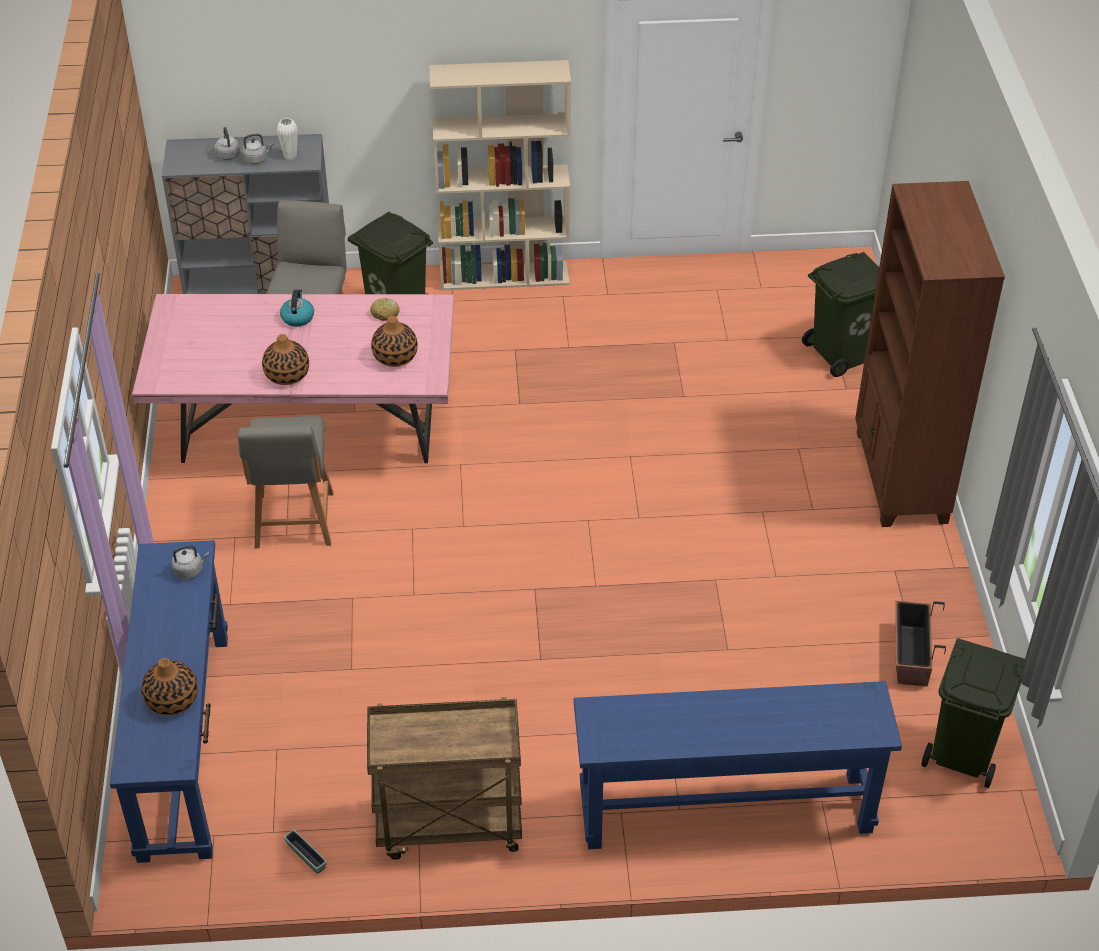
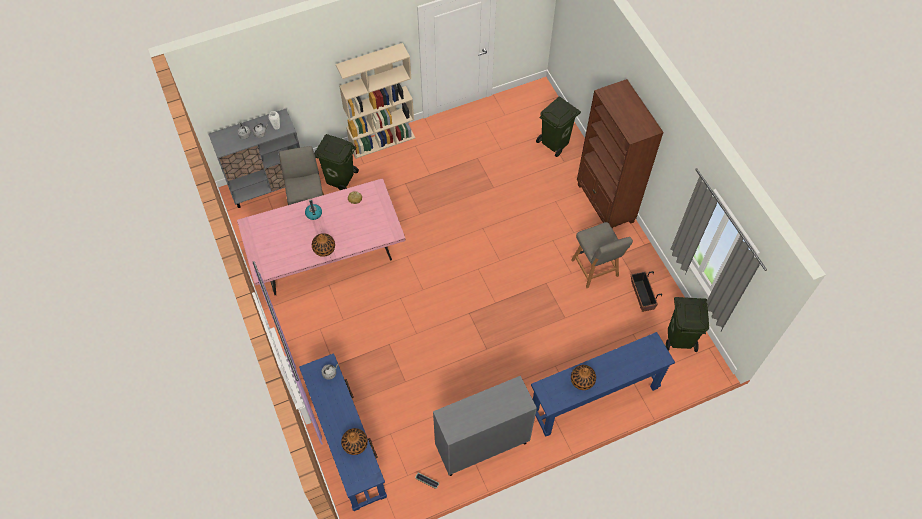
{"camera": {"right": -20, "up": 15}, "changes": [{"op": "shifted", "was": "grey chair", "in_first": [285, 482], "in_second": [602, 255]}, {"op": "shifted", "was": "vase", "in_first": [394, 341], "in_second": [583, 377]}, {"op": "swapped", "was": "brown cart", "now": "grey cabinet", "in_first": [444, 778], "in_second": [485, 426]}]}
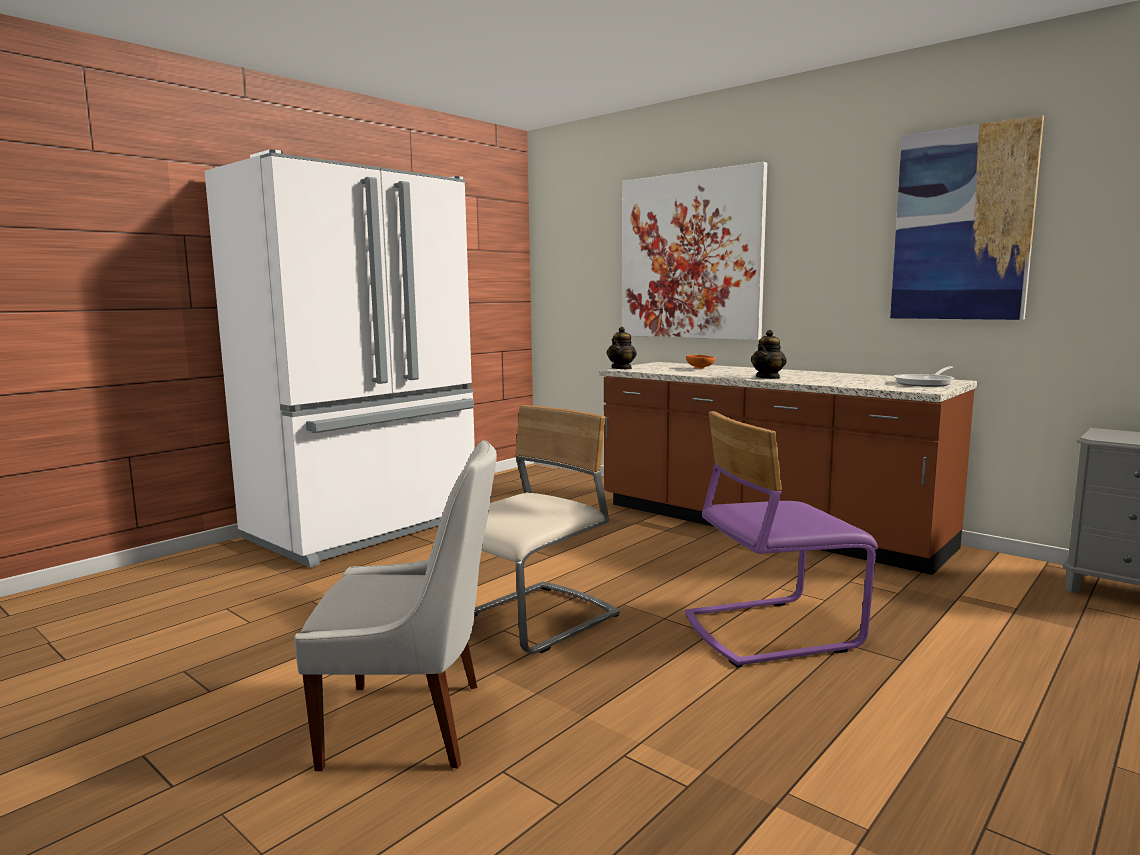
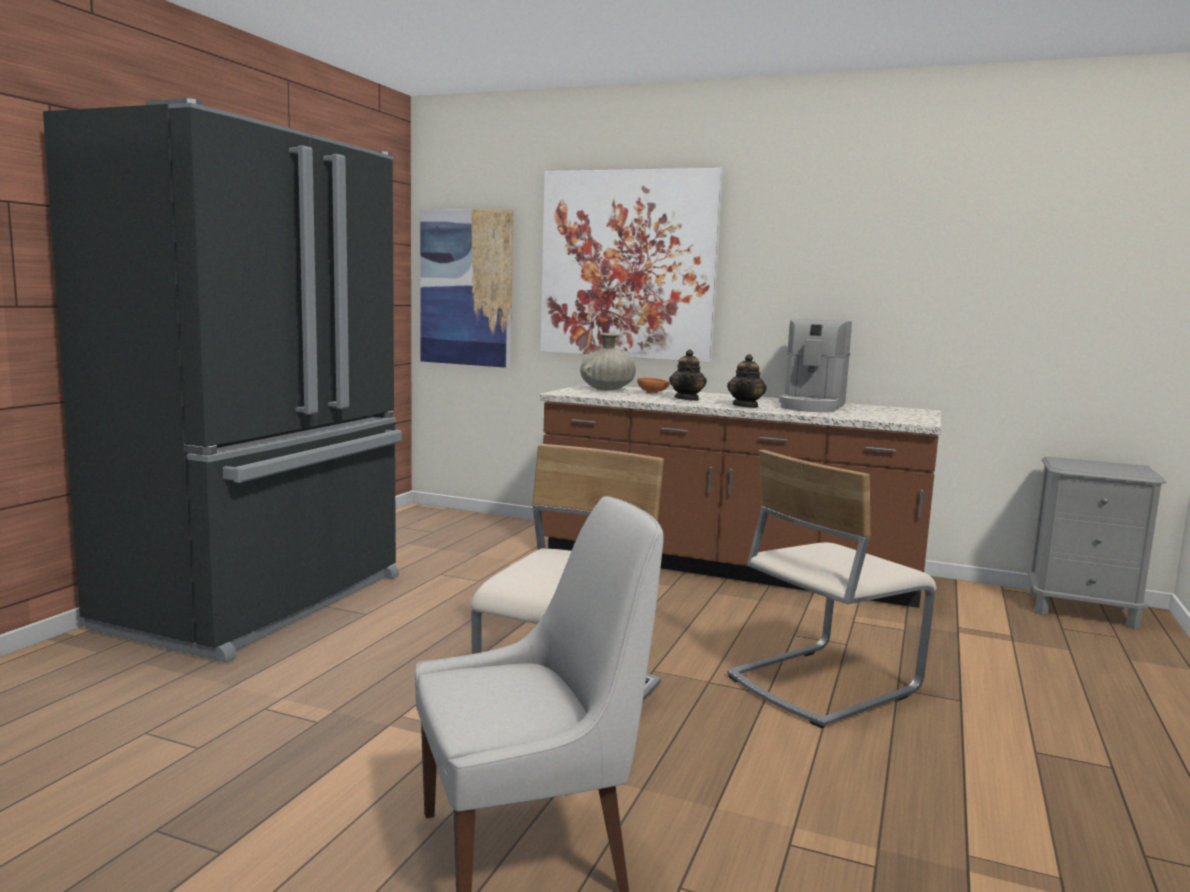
{"camera": {"right": -20, "up": 0}, "changes": [{"op": "gone", "was": "frying pan", "in_first": [924, 376]}, {"op": "new", "now": "beige vase", "in_second": [608, 361]}, {"op": "new", "now": "coffee machine", "in_second": [815, 365]}, {"op": "shifted", "was": "teapot", "in_first": [622, 348], "in_second": [688, 375]}, {"op": "shifted", "was": "picture", "in_first": [967, 217], "in_second": [467, 288]}, {"op": "repainted", "was": "white fridge", "now": "black fridge", "in_first": [340, 358], "in_second": [222, 380]}, {"op": "repainted", "was": "purple chair", "now": "beige chair", "in_first": [781, 539], "in_second": [831, 589]}]}
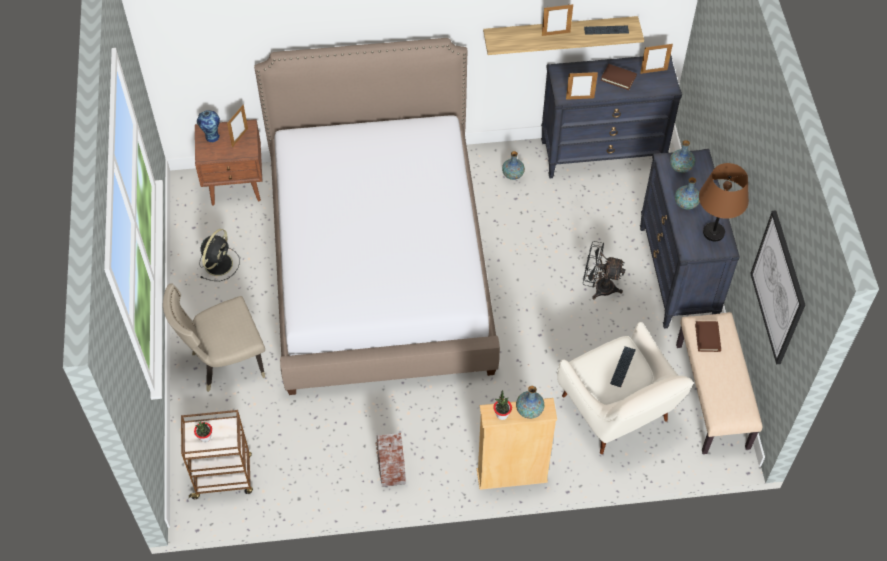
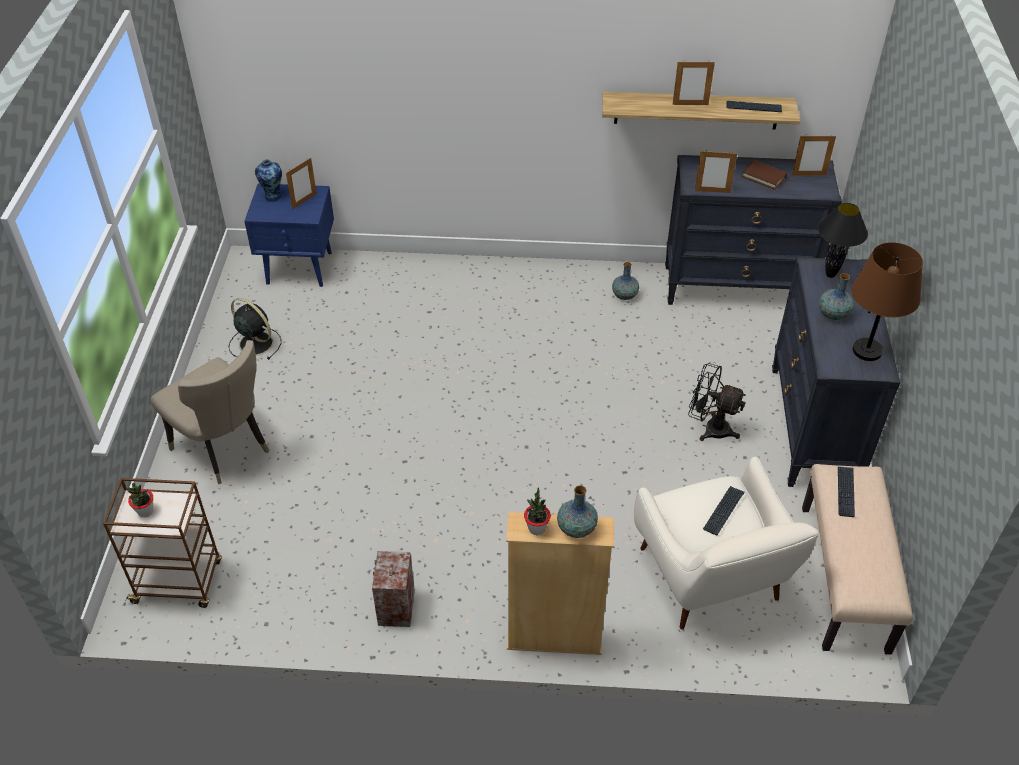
{"camera": {"right": 10, "up": -10}, "changes": [{"op": "gone", "was": "bed", "in_first": [377, 216]}, {"op": "gone", "was": "picture", "in_first": [777, 287]}, {"op": "swapped", "was": "vase", "now": "black table lamp", "in_first": [682, 156], "in_second": [843, 240]}, {"op": "swapped", "was": "brown book", "now": "keyboard", "in_first": [708, 336], "in_second": [846, 492]}, {"op": "repainted", "was": "brown nightstand", "now": "blue nightstand", "in_first": [229, 162], "in_second": [289, 235]}, {"op": "rotated", "was": "beige chair", "in_first": [214, 337], "in_second": [210, 412], "clockwise": -120}, {"op": "rotated", "was": "black fan", "in_first": [219, 255], "in_second": [255, 329], "clockwise": -90}]}
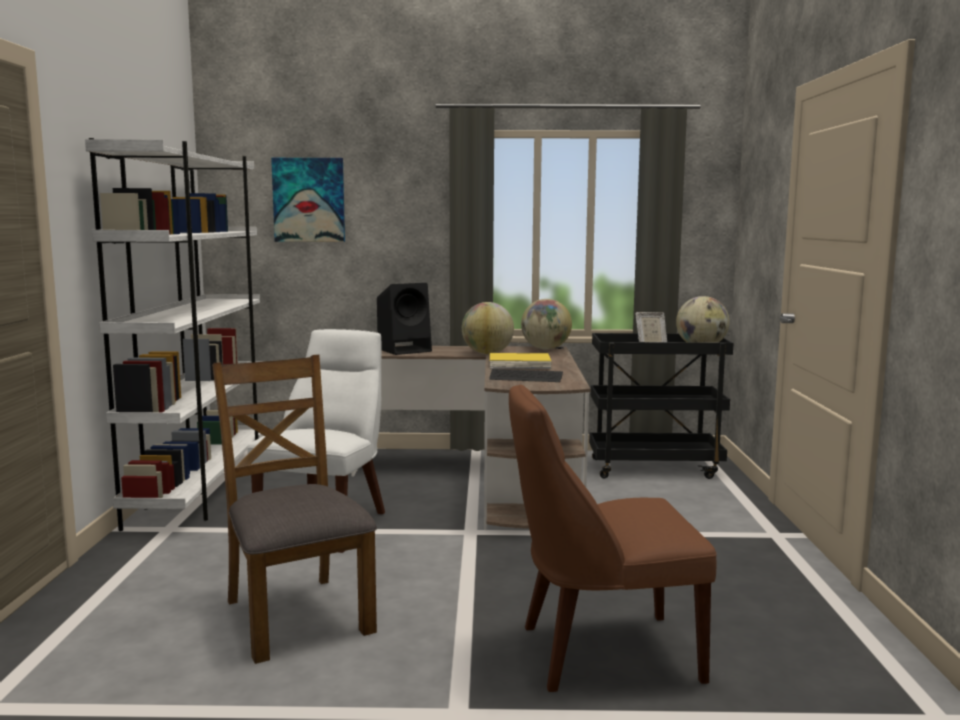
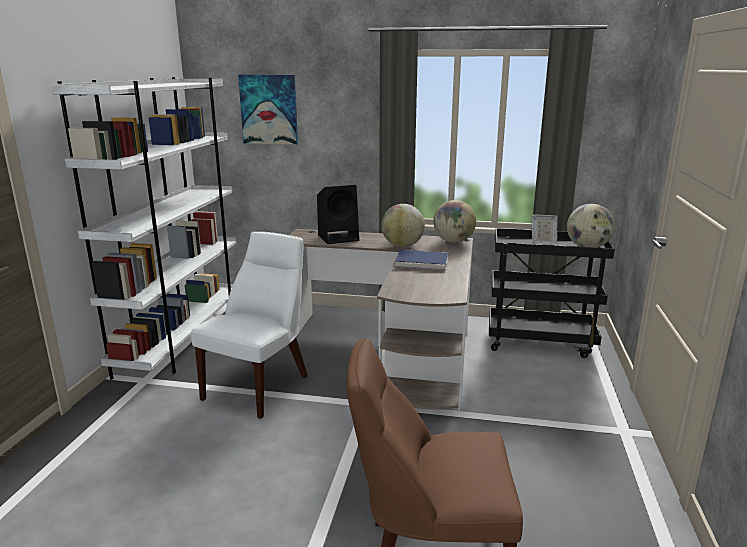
{"camera": {"right": 10, "up": 10}, "changes": [{"op": "gone", "was": "brown chair", "in_first": [294, 509]}, {"op": "gone", "was": "keyboard", "in_first": [526, 375]}, {"op": "repainted", "was": "yellow book", "now": "blue book", "in_first": [520, 361], "in_second": [421, 260]}]}
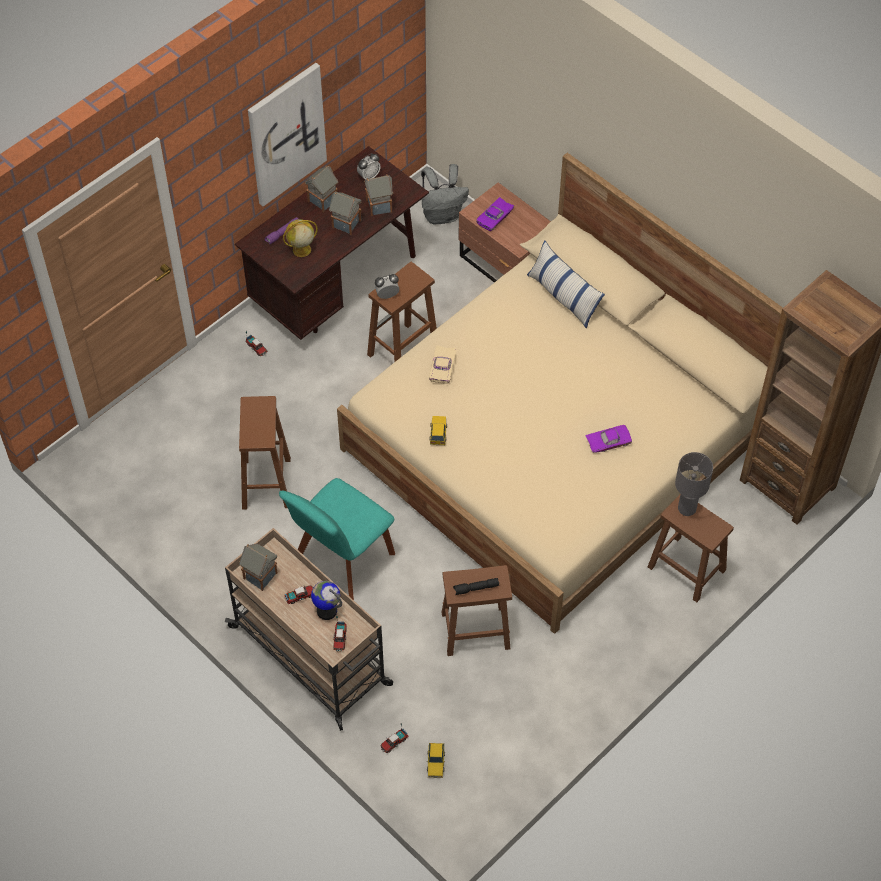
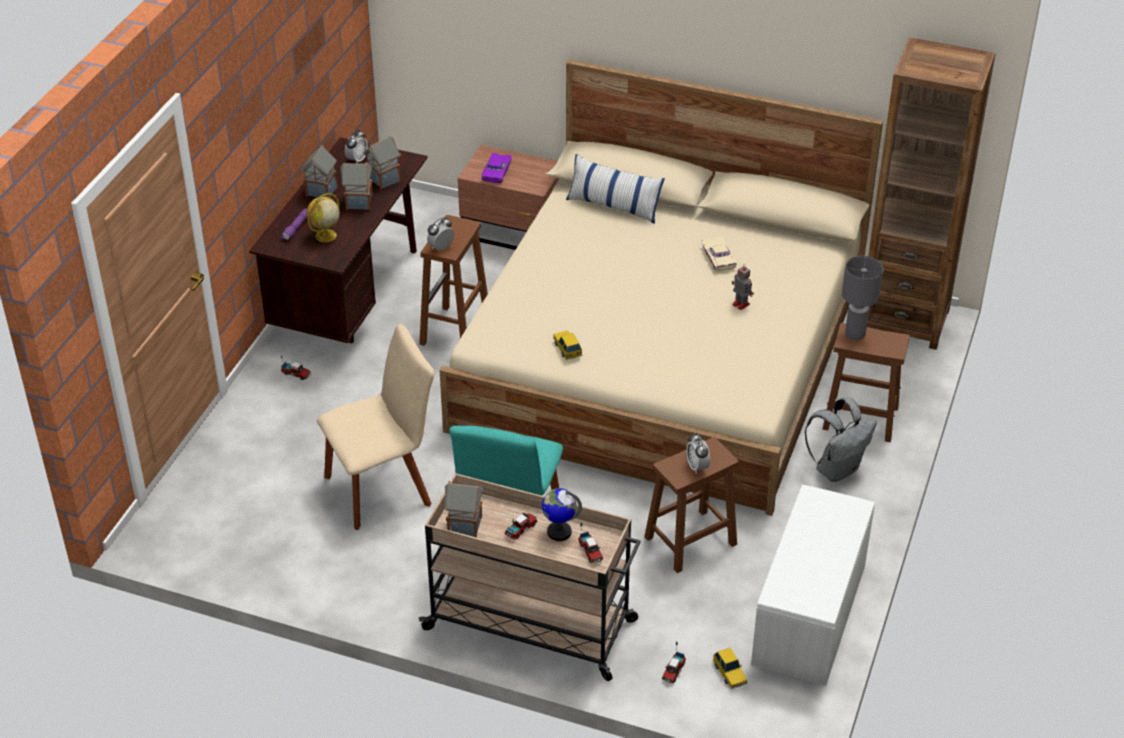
{"camera": {"right": -25, "up": -15}, "changes": [{"op": "gone", "was": "picture", "in_first": [287, 134]}, {"op": "new", "now": "white bench", "in_second": [813, 585]}, {"op": "shifted", "was": "grey backpack", "in_first": [445, 194], "in_second": [841, 439]}, {"op": "shifted", "was": "beige toy car", "in_first": [442, 364], "in_second": [719, 254]}, {"op": "swapped", "was": "brown stool", "now": "beige chair", "in_first": [265, 453], "in_second": [375, 427]}, {"op": "swapped", "was": "black flashlight", "now": "alarm clock", "in_first": [476, 586], "in_second": [698, 453]}, {"op": "swapped", "was": "purple toy car", "now": "toy robot", "in_first": [608, 439], "in_second": [743, 287]}]}
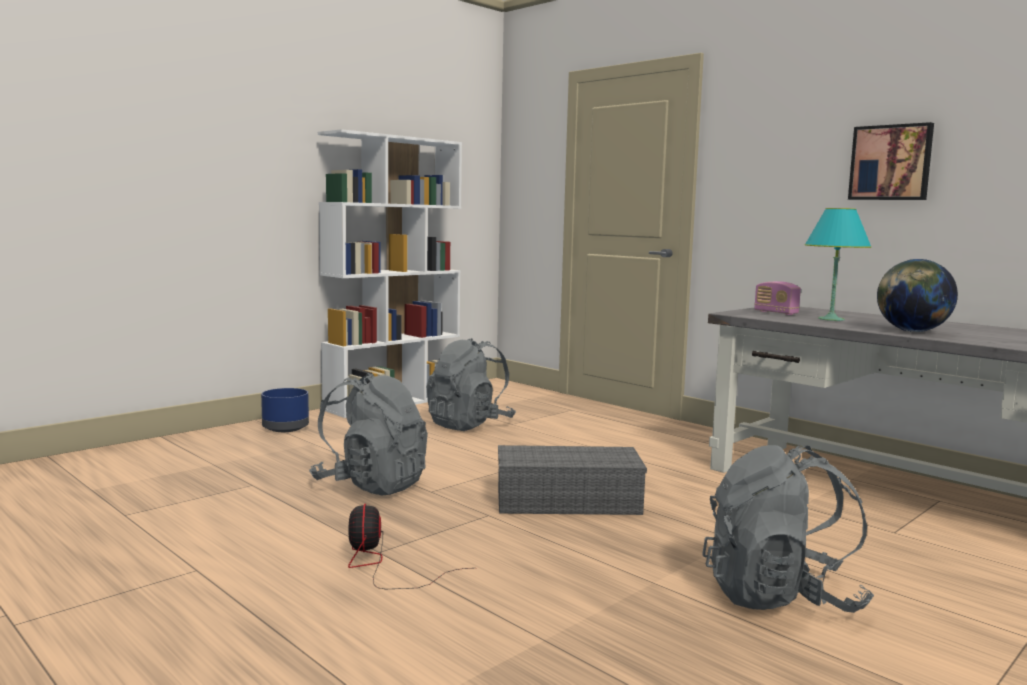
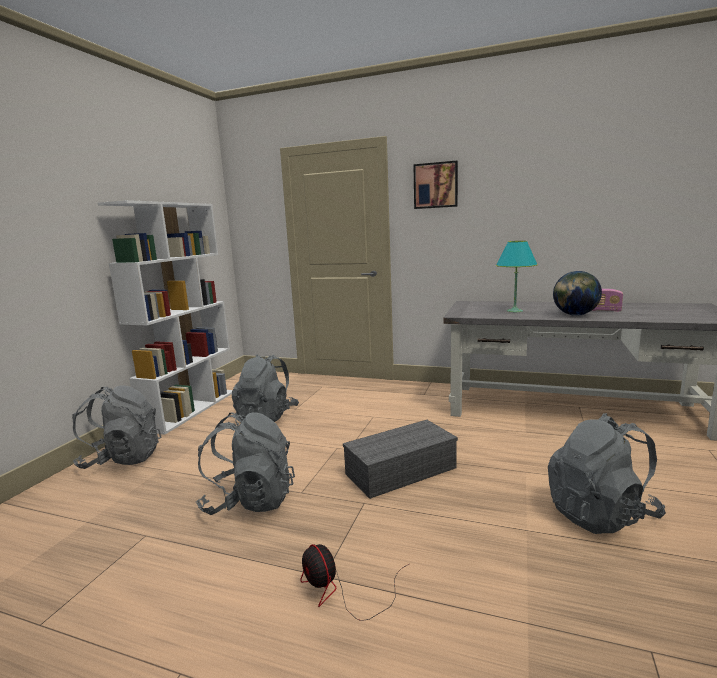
{"camera": {"right": -25, "up": 5}, "changes": [{"op": "shifted", "was": "radio", "in_first": [777, 298], "in_second": [607, 300]}, {"op": "shifted", "was": "picture", "in_first": [891, 161], "in_second": [435, 185]}, {"op": "swapped", "was": "blue planter", "now": "grey backpack", "in_first": [285, 410], "in_second": [116, 427]}]}
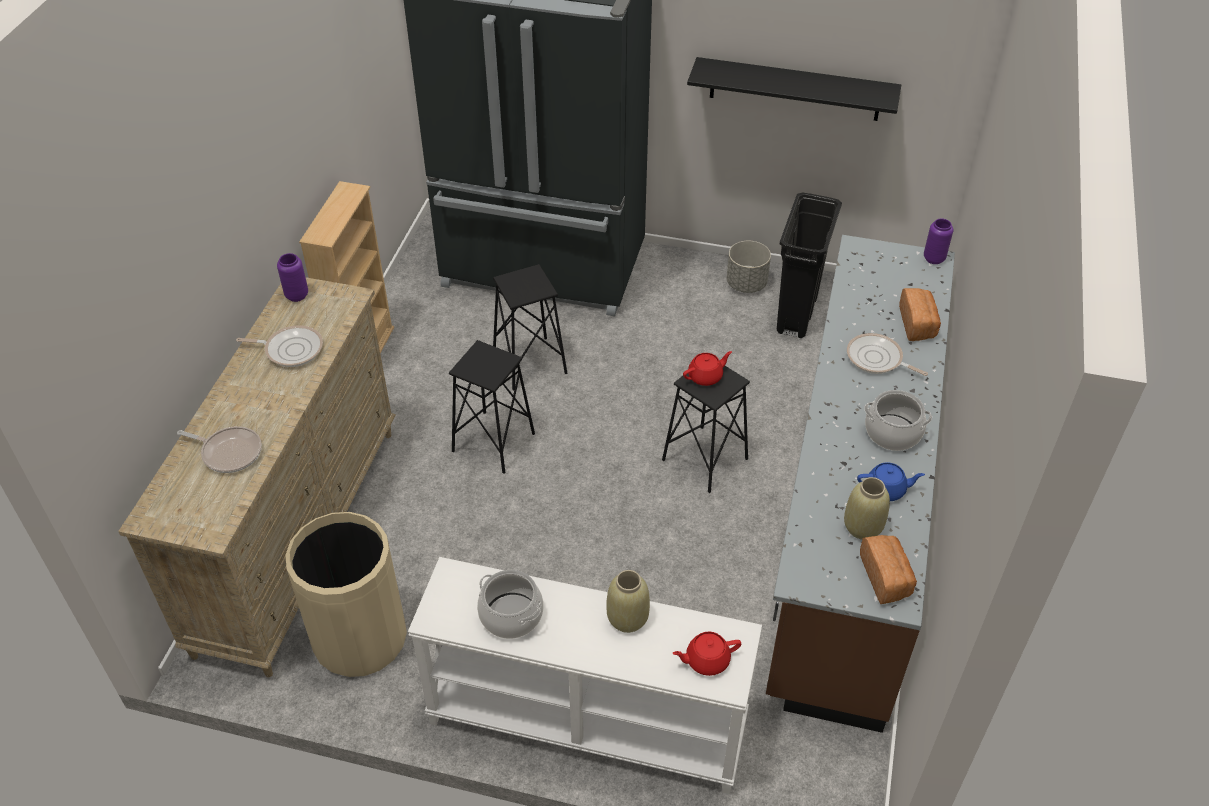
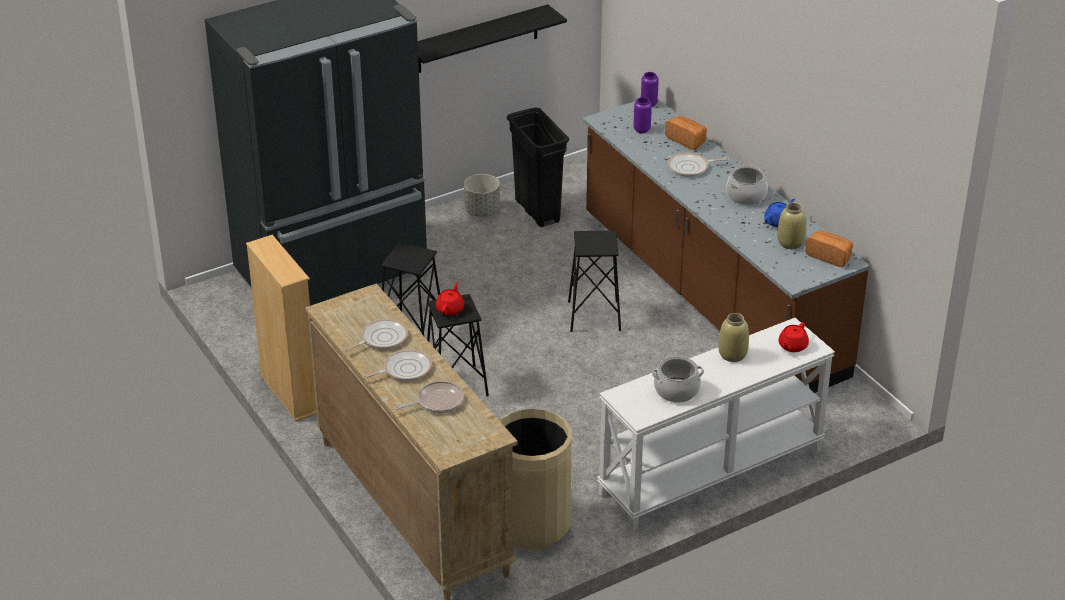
{"camera": {"right": -45, "up": -10}, "changes": [{"op": "new", "now": "frying pan", "in_second": [397, 365]}, {"op": "shifted", "was": "purple vase", "in_first": [292, 277], "in_second": [642, 115]}, {"op": "shifted", "was": "red teapot", "in_first": [707, 368], "in_second": [450, 298]}]}
